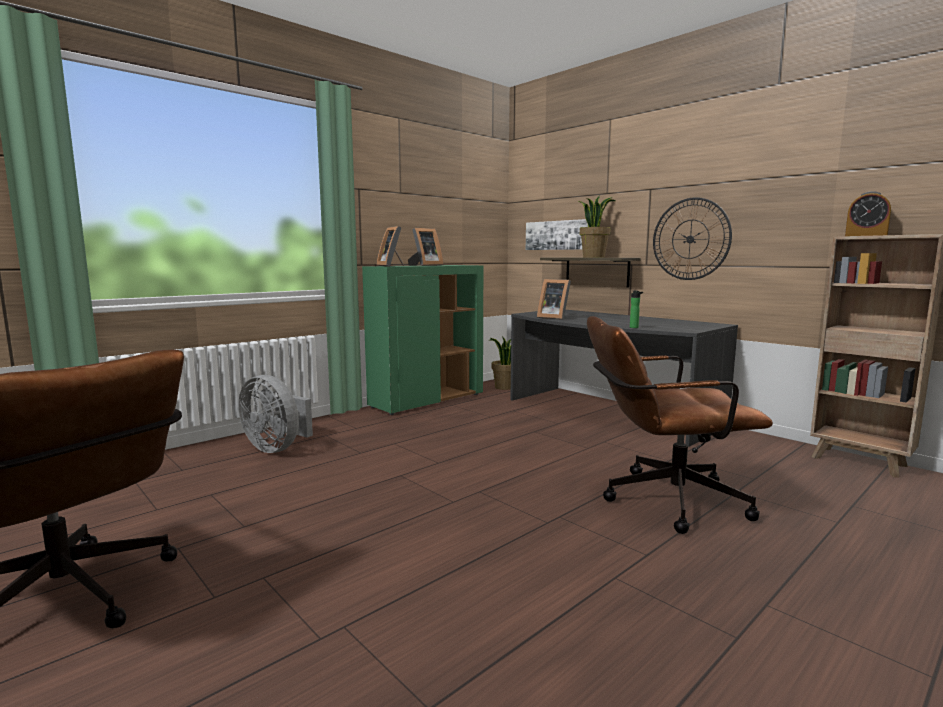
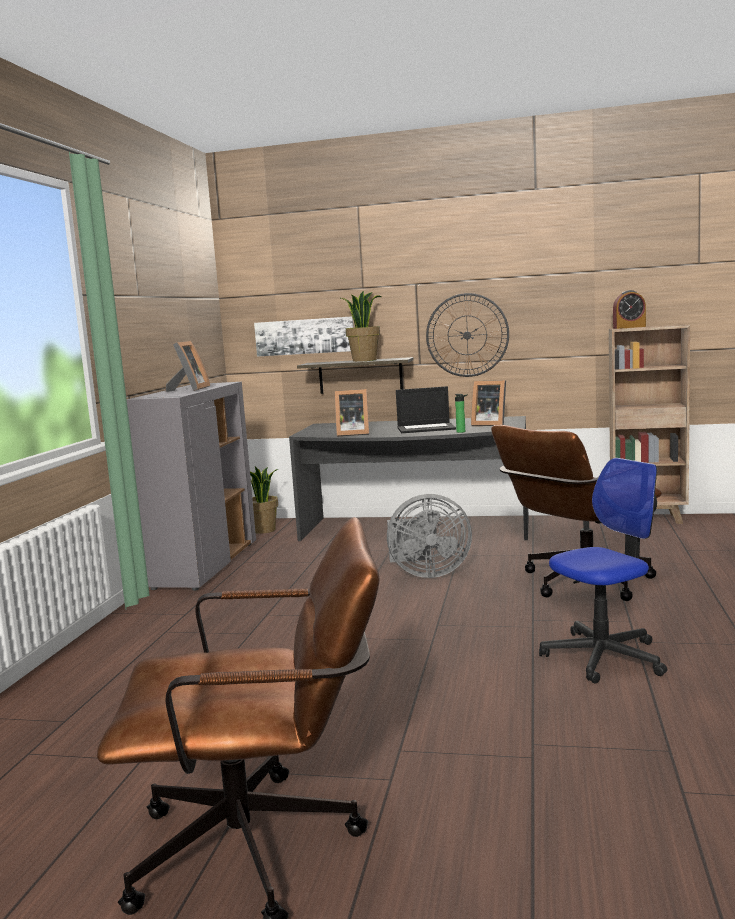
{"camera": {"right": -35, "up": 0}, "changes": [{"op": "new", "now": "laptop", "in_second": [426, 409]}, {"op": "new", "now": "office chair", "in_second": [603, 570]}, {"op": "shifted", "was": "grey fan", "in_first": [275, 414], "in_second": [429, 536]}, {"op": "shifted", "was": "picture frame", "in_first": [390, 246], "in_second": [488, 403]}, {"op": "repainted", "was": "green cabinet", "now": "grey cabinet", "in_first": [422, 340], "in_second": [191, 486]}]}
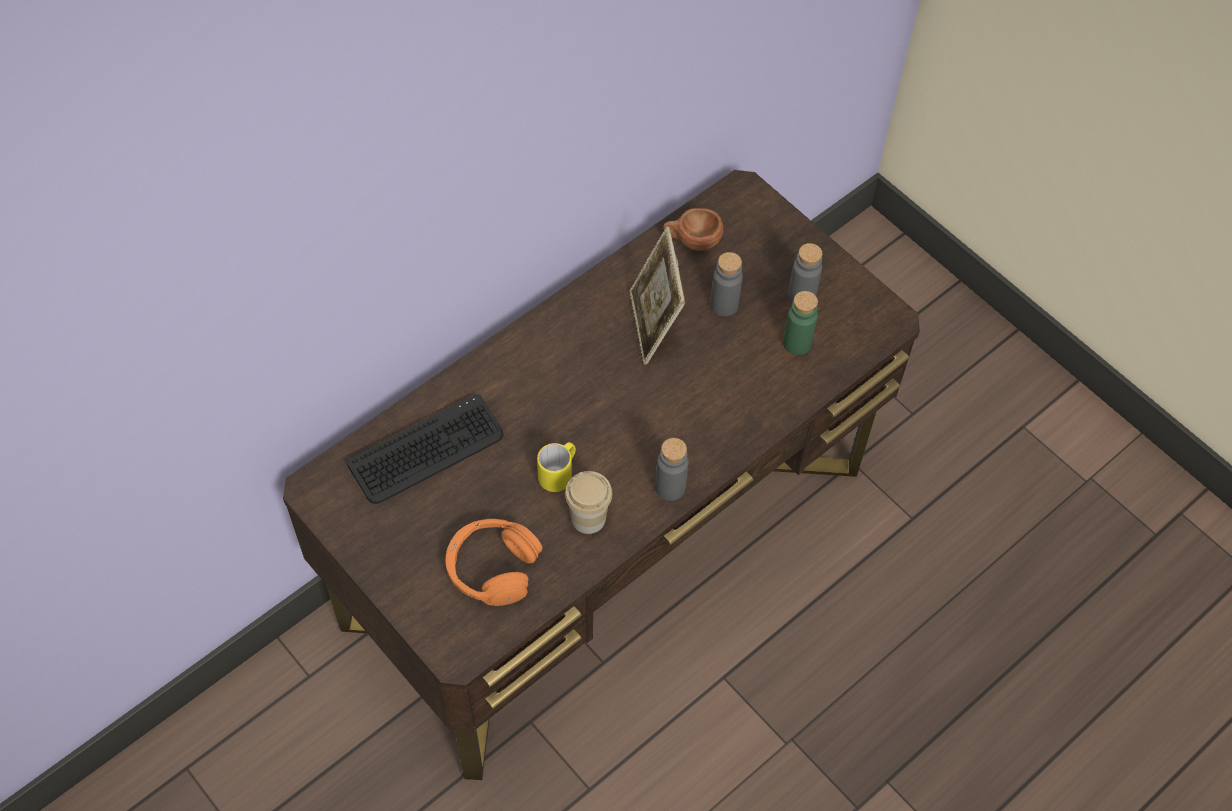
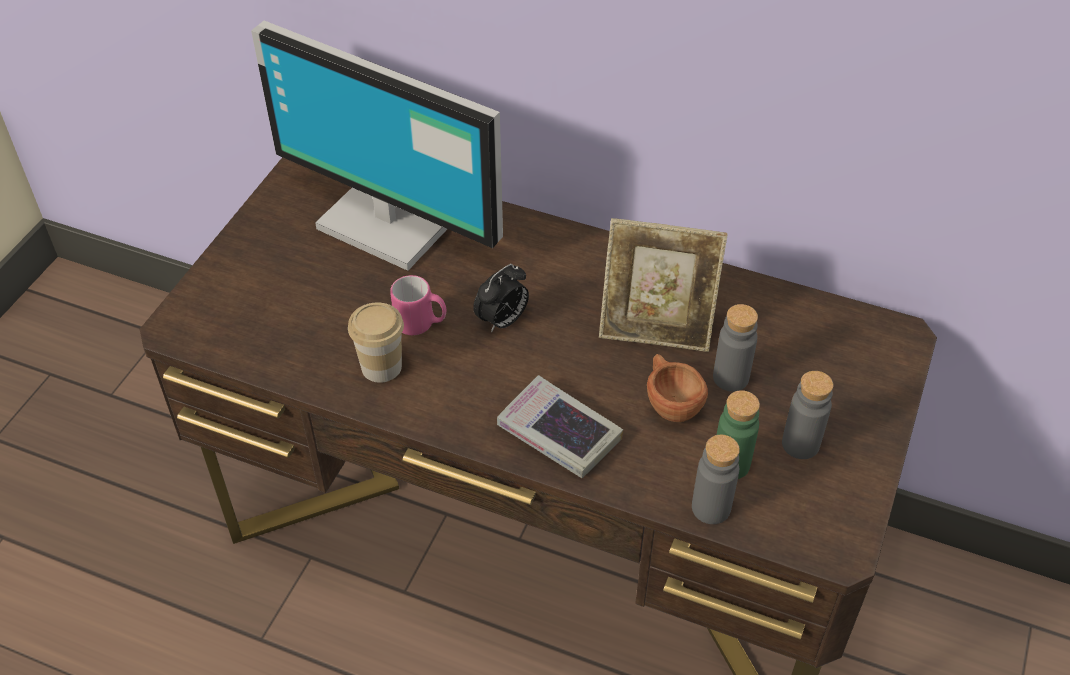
{"camera": {"right": 65, "up": -10}, "changes": [{"op": "gone", "was": "orange headphones", "in_first": [493, 562]}, {"op": "new", "now": "alarm clock", "in_second": [501, 298]}, {"op": "new", "now": "book", "in_second": [560, 426]}, {"op": "shifted", "was": "grey bottle", "in_first": [671, 469], "in_second": [716, 479]}, {"op": "shifted", "was": "brown cup", "in_first": [693, 229], "in_second": [677, 388]}, {"op": "swapped", "was": "keyboard", "now": "monitor", "in_first": [425, 449], "in_second": [377, 146]}, {"op": "repainted", "was": "yellow mug", "now": "pink mug", "in_first": [556, 467], "in_second": [418, 305]}, {"op": "rotated", "was": "picture frame", "in_first": [657, 296], "in_second": [663, 285], "clockwise": -135}]}
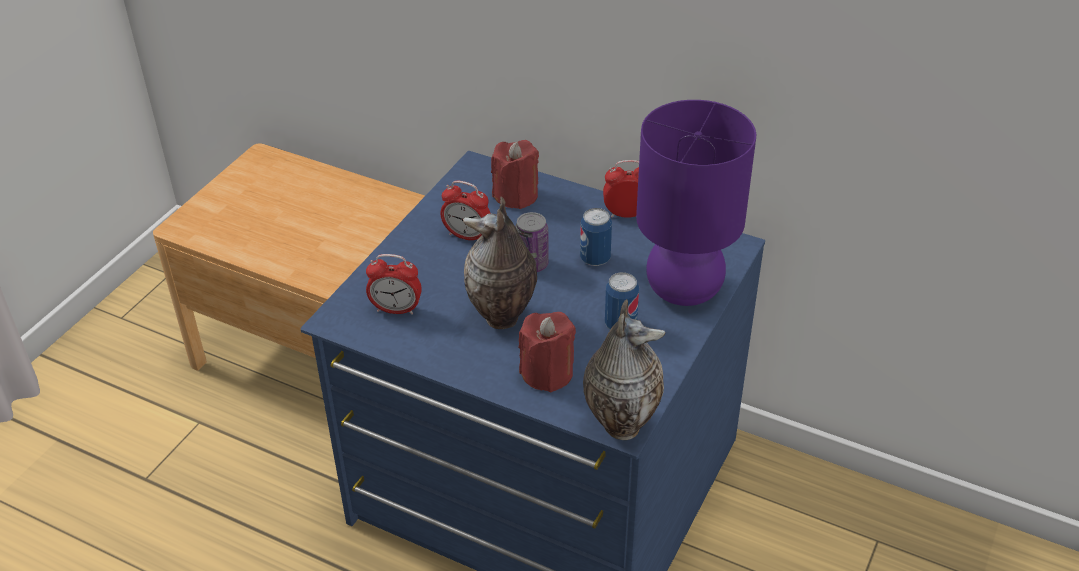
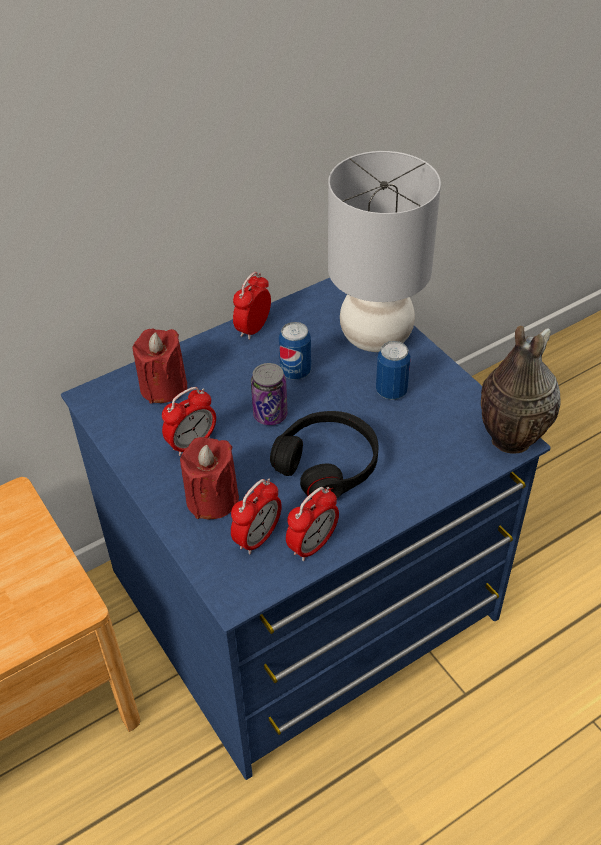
{"camera": {"right": -60, "up": 5}, "changes": [{"op": "new", "now": "alarm clock", "in_second": [312, 524]}, {"op": "shifted", "was": "red candle", "in_first": [547, 352], "in_second": [209, 478]}, {"op": "swapped", "was": "vase", "now": "black headphones", "in_first": [500, 263], "in_second": [324, 455]}, {"op": "repainted", "was": "purple table lamp", "now": "grey table lamp", "in_first": [696, 203], "in_second": [384, 251]}]}
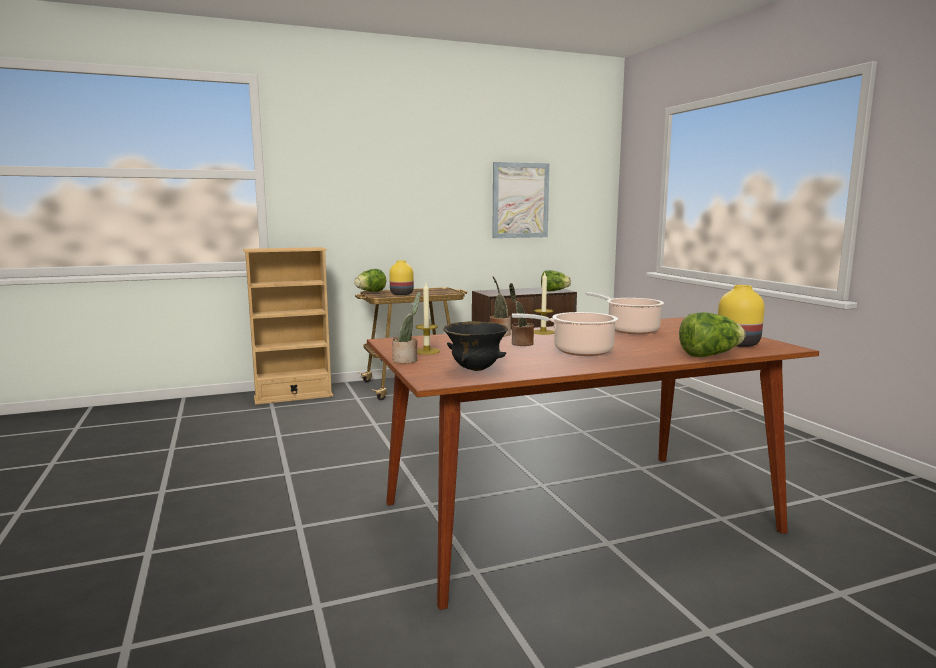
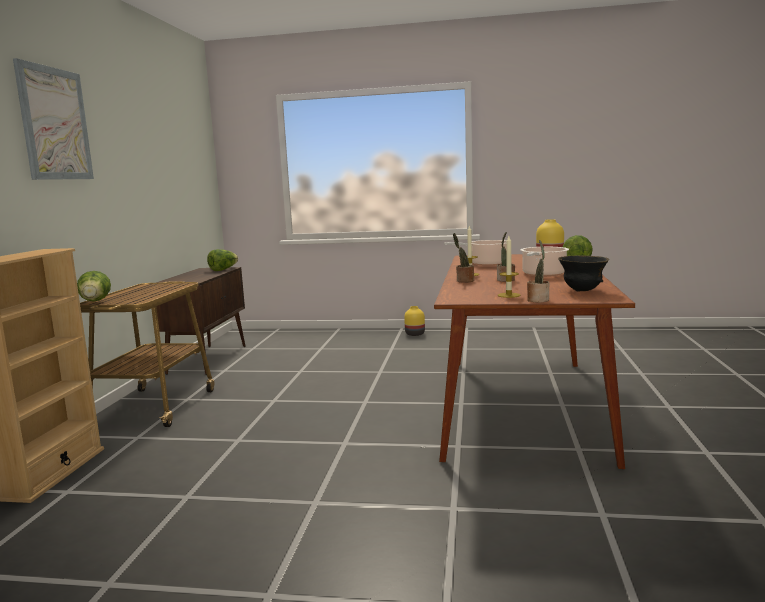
{"camera": {"right": -60, "up": 0}, "changes": [{"op": "shifted", "was": "yellow vase", "in_first": [401, 277], "in_second": [414, 321]}, {"op": "shifted", "was": "picture", "in_first": [521, 200], "in_second": [53, 119]}]}
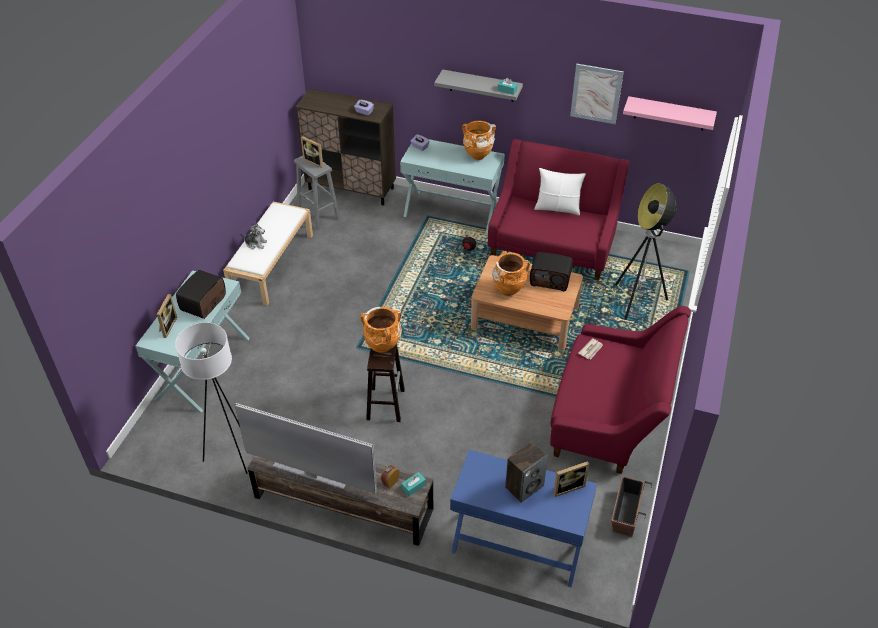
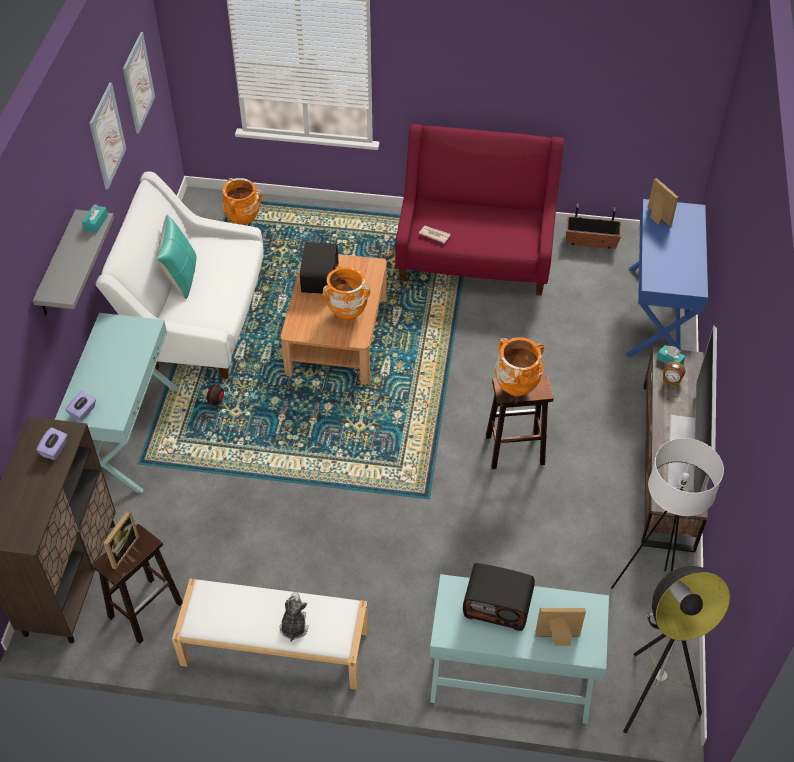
{"camera": {"right": -100, "up": 5}, "changes": [{"op": "gone", "was": "speaker", "in_first": [526, 472]}, {"op": "shifted", "was": "orange vase", "in_first": [479, 140], "in_second": [242, 201]}, {"op": "shifted", "was": "floor lamp", "in_first": [646, 251], "in_second": [676, 649]}, {"op": "swapped", "was": "pink shelf", "now": "picture", "in_first": [670, 113], "in_second": [139, 83]}, {"op": "repainted", "was": "grey stool", "now": "brown stool", "in_first": [317, 193], "in_second": [137, 584]}, {"op": "repainted", "was": "red sofa", "now": "white sofa", "in_first": [558, 210], "in_second": [180, 275]}, {"op": "repainted", "was": "white pillow", "now": "turquoise pillow", "in_first": [560, 191], "in_second": [176, 257]}]}
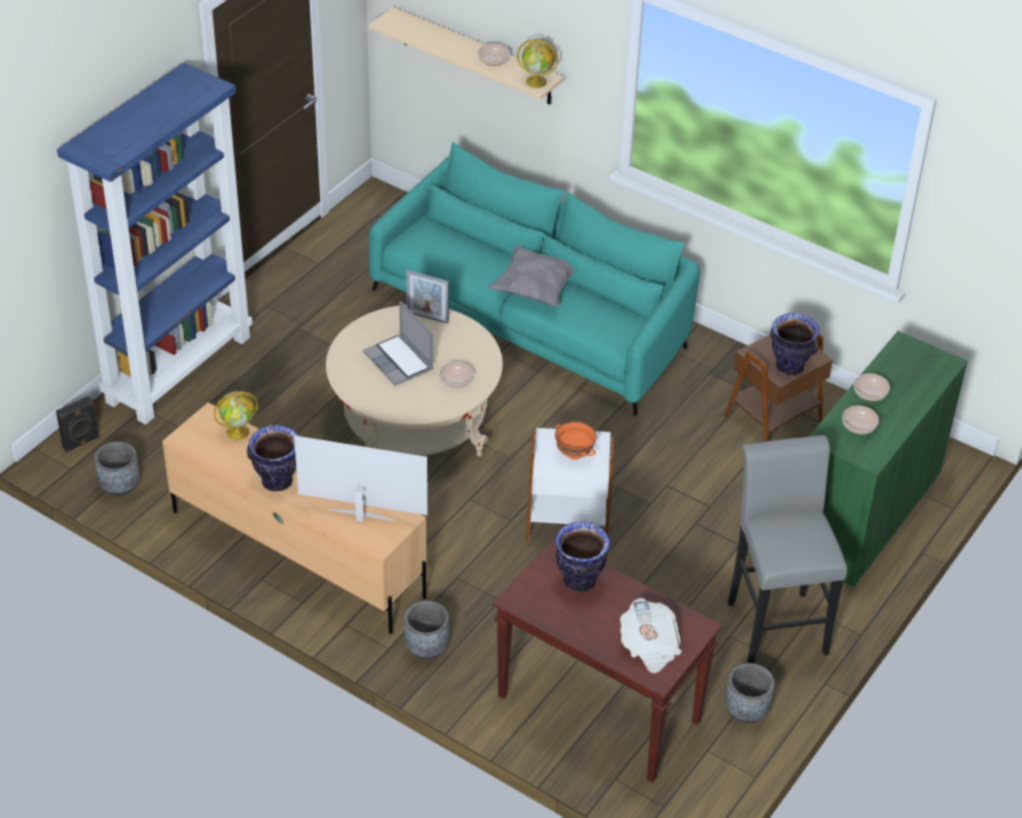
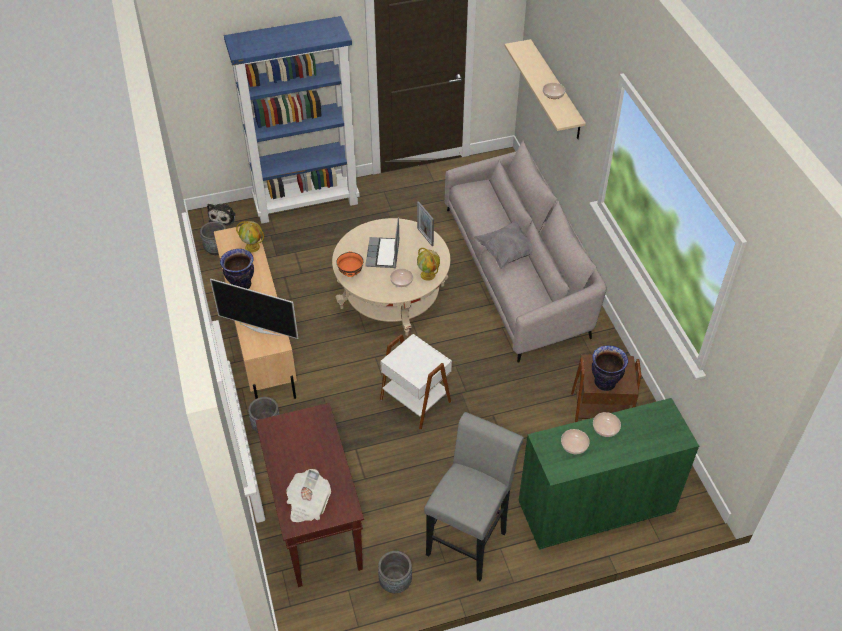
{"camera": {"right": 40, "up": 5}, "changes": [{"op": "gone", "was": "vase", "in_first": [582, 557]}, {"op": "shifted", "was": "globe", "in_first": [538, 63], "in_second": [428, 264]}, {"op": "shifted", "was": "orange bowl", "in_first": [576, 440], "in_second": [350, 264]}, {"op": "swapped", "was": "black speaker", "now": "plush toy", "in_first": [77, 424], "in_second": [221, 215]}, {"op": "repainted", "was": "turquoise sofa", "now": "grey sofa", "in_first": [534, 279], "in_second": [525, 251]}, {"op": "rotated", "was": "television", "in_first": [361, 478], "in_second": [254, 308], "clockwise": 150}]}
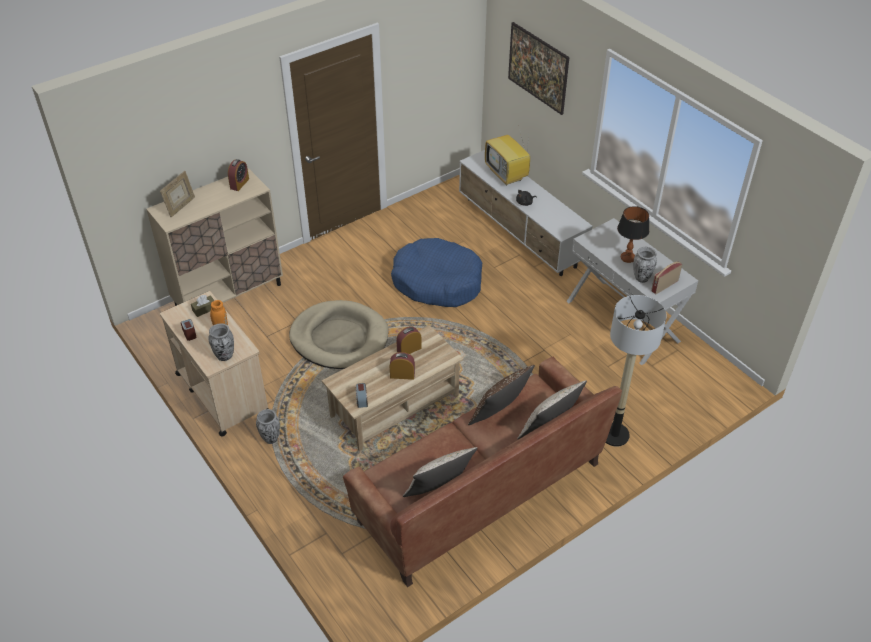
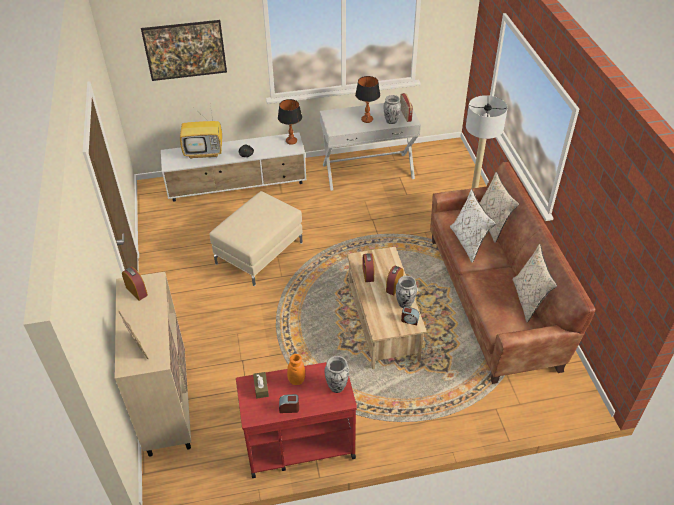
{"camera": {"right": -65, "up": 0}, "changes": [{"op": "gone", "was": "beige dog bed", "in_first": [338, 334]}, {"op": "new", "now": "table lamp", "in_second": [290, 122]}, {"op": "shifted", "was": "vase", "in_first": [268, 426], "in_second": [406, 292]}, {"op": "swapped", "was": "blue dog bed", "now": "beige ottoman", "in_first": [436, 272], "in_second": [256, 238]}, {"op": "repainted", "was": "beige cart", "now": "red cart", "in_first": [214, 363], "in_second": [296, 420]}, {"op": "repainted", "was": "brown pillow", "now": "white pillow", "in_first": [501, 395], "in_second": [473, 226]}]}
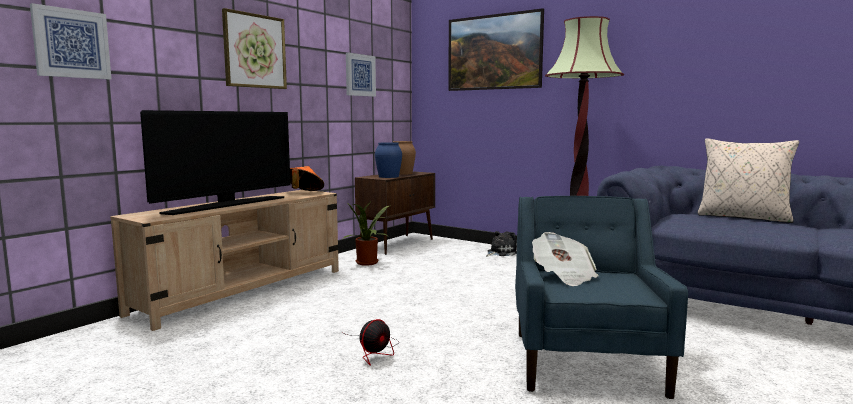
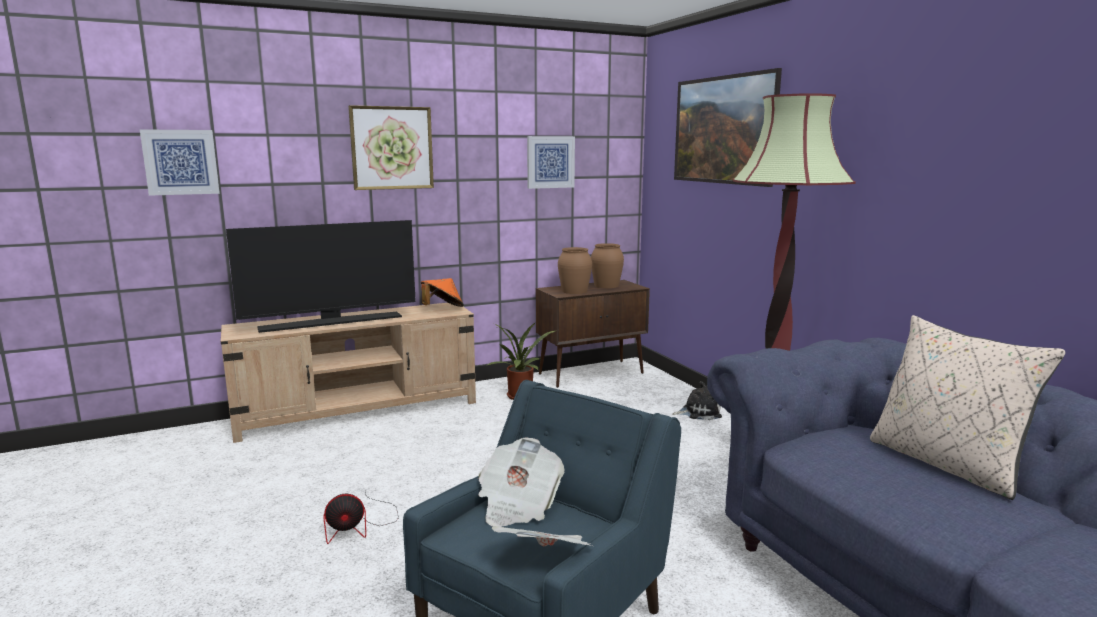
{"camera": {"right": 30, "up": 5}, "changes": [{"op": "new", "now": "newspaper", "in_second": [542, 536]}, {"op": "repainted", "was": "blue vase", "now": "brown vase", "in_first": [388, 160], "in_second": [575, 270]}]}
